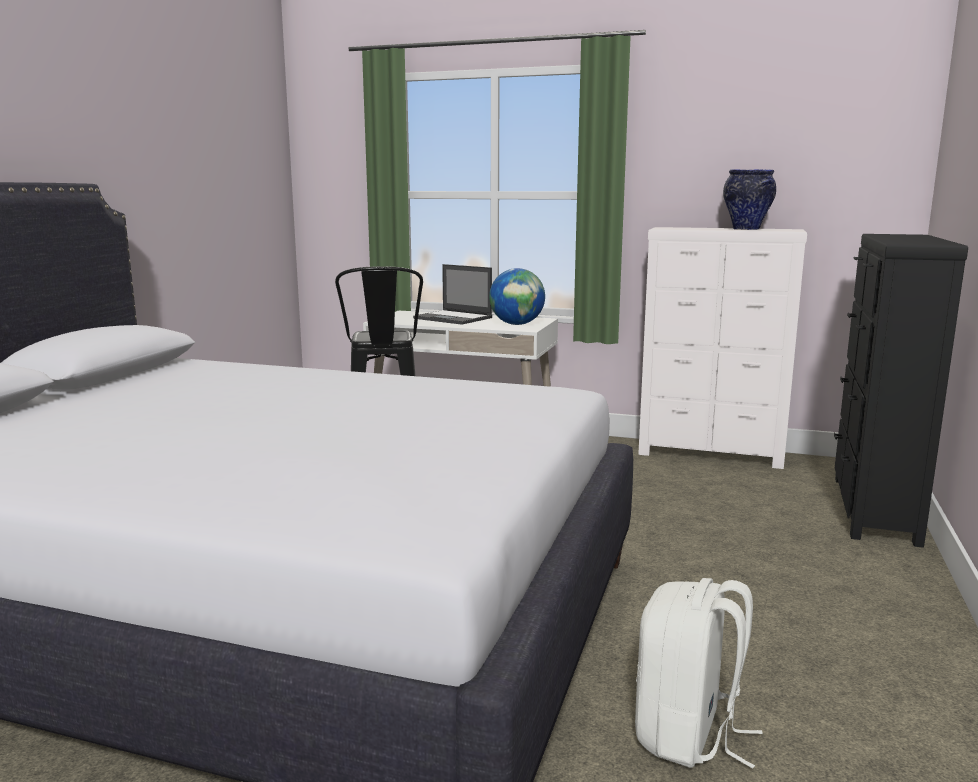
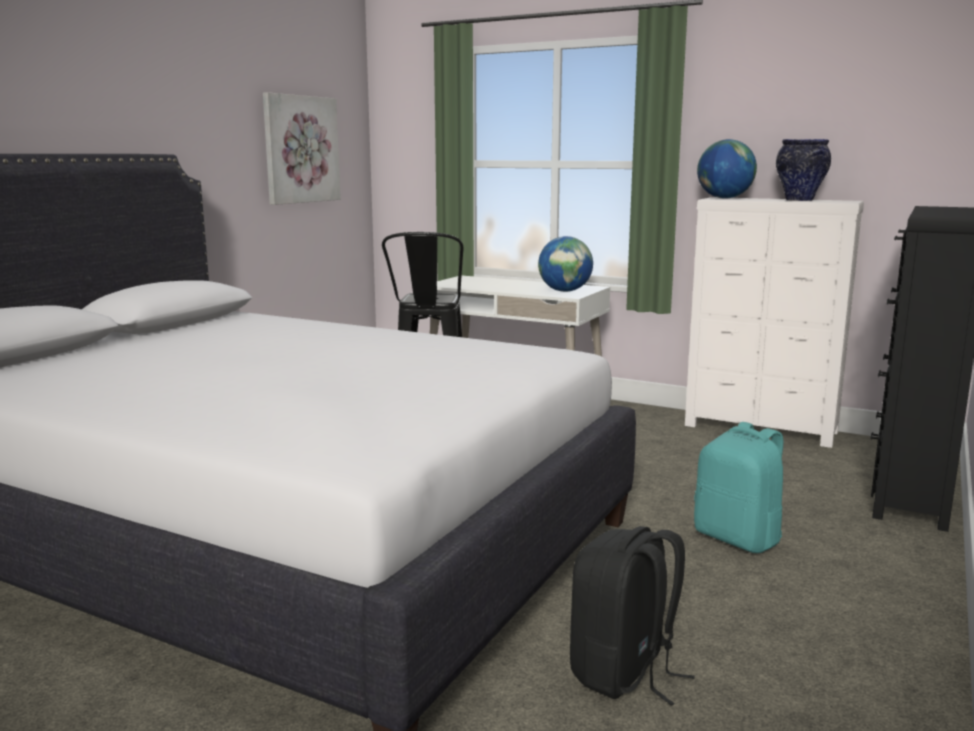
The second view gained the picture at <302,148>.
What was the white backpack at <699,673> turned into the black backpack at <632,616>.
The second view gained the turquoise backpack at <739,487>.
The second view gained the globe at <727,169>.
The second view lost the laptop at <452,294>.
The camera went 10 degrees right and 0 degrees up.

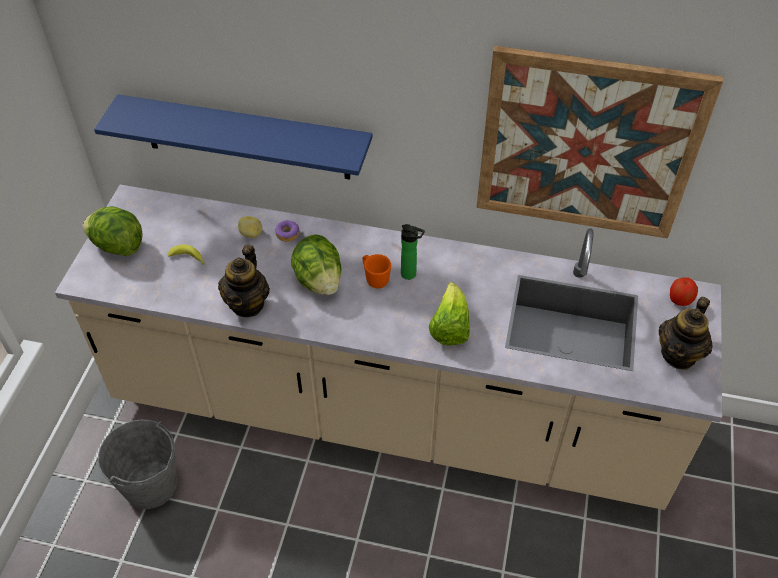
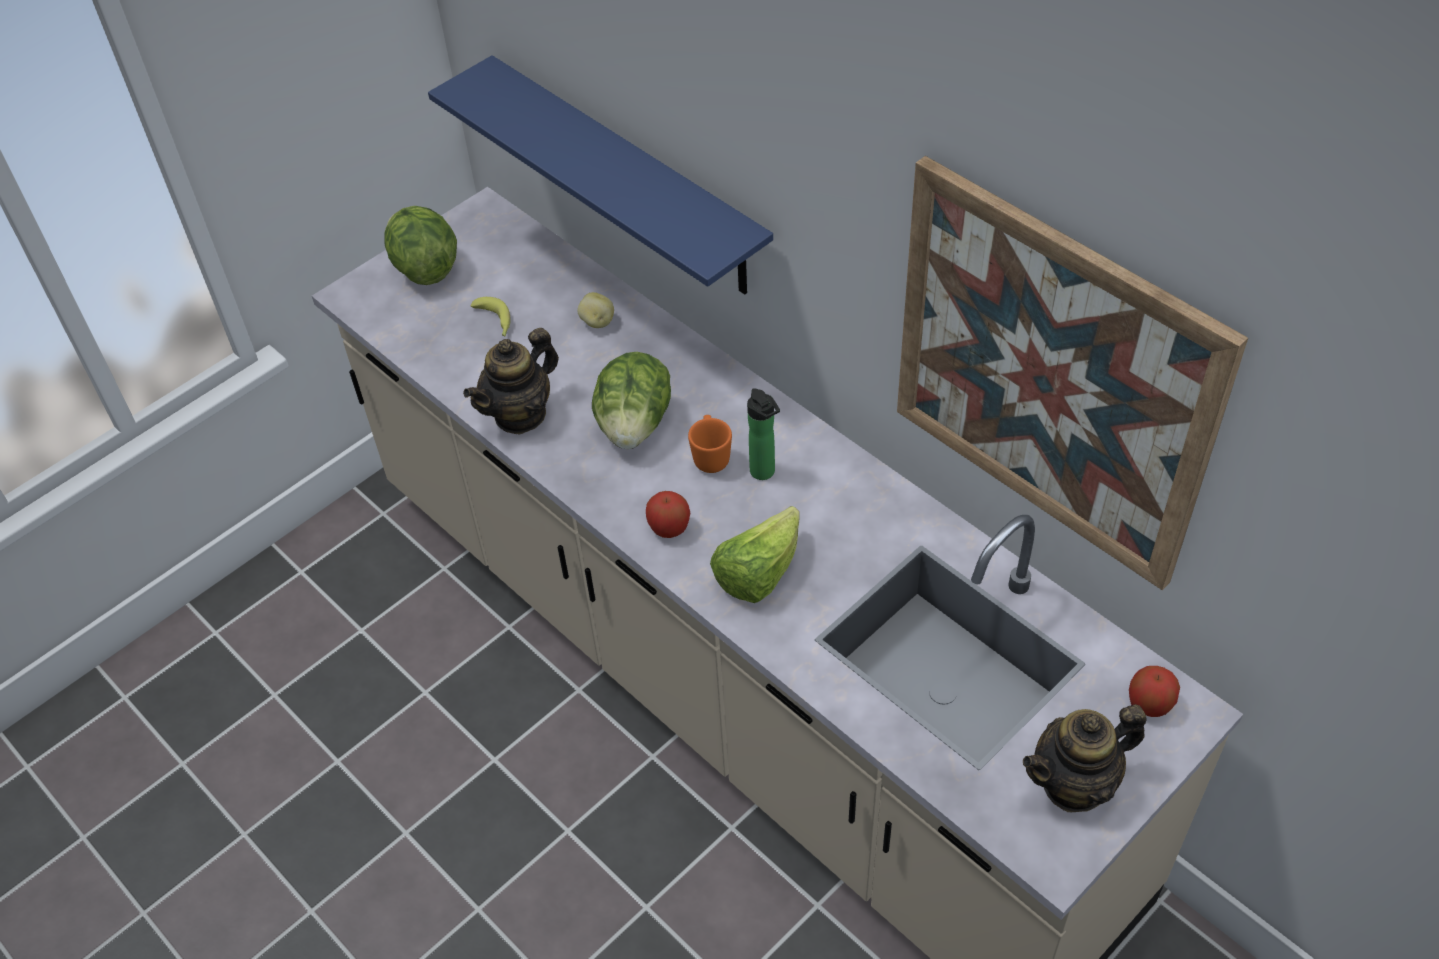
The second view gained the apple at <668,514>.
The second view lost the grey bucket at <137,464>.
The second view lost the donut at <287,231>.
The camera went 35 degrees right and 0 degrees up.

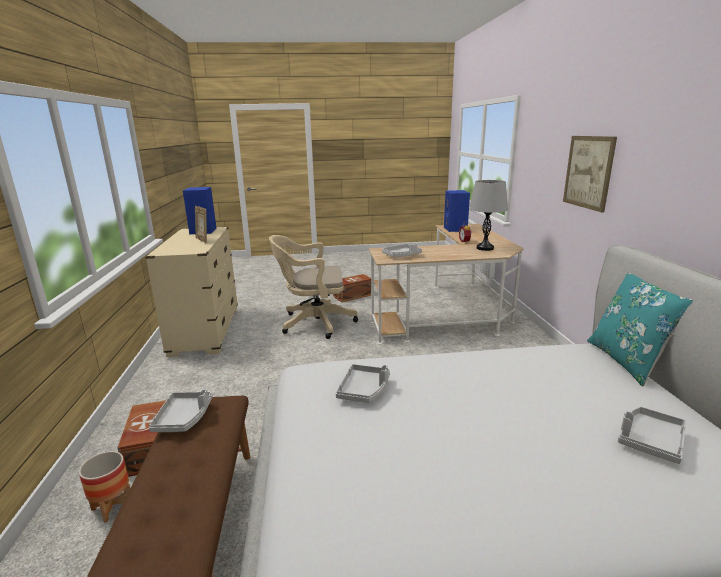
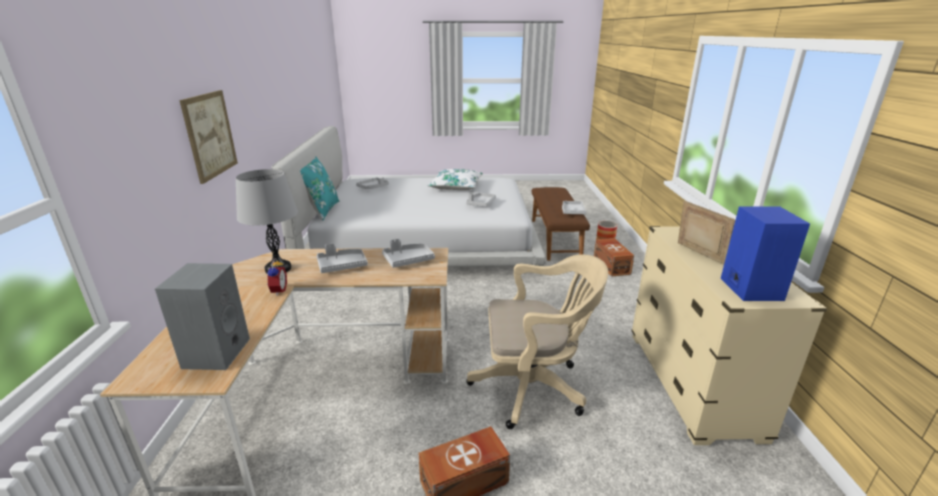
What was the blue speaker at <457,211> turned into the grey speaker at <202,316>.
The second view gained the grey tray at <342,258>.
The second view gained the white pillow at <455,179>.
The camera went 175 degrees left and 5 degrees up.

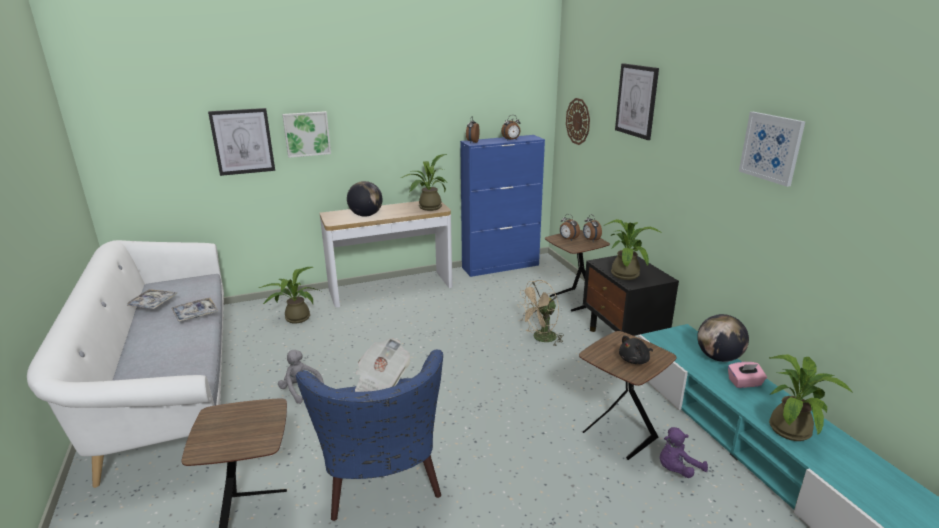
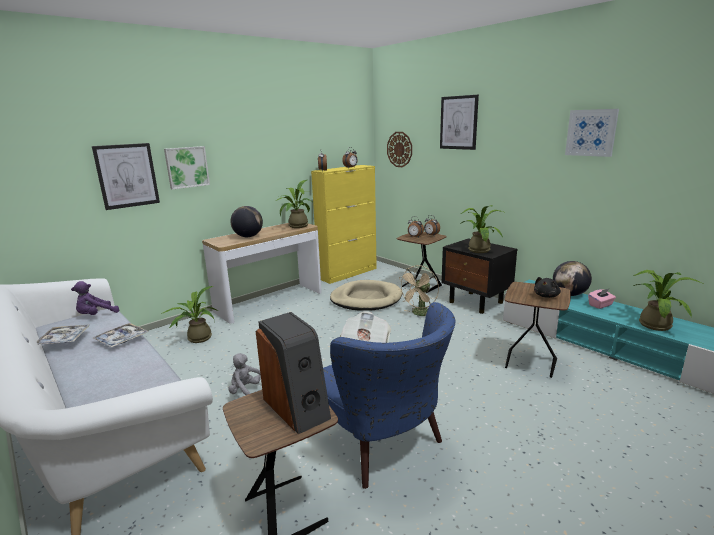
The purple plush toy ended up elsewhere, having gone from <684,452> to <95,298>.
The second view gained the speaker at <293,373>.
What was the blue cabinet at <502,206> turned into the yellow cabinet at <344,224>.
The second view gained the beige dog bed at <366,295>.
The camera went 20 degrees left and 5 degrees down.

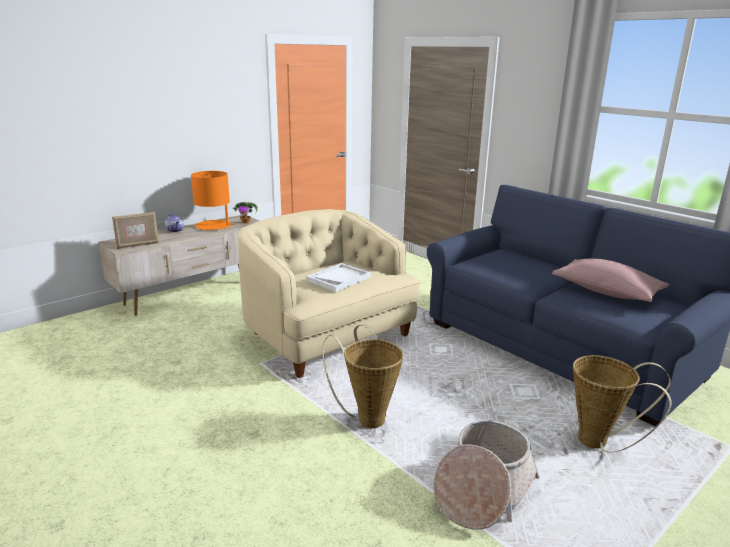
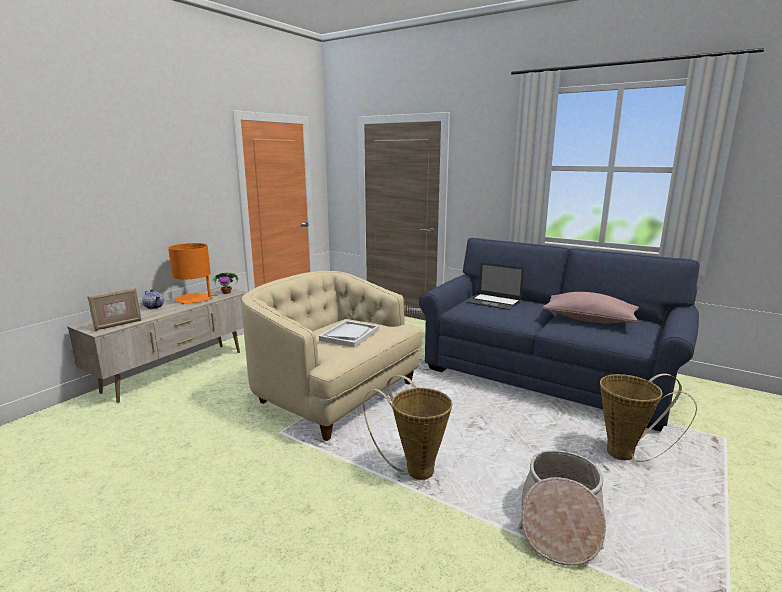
The second view gained the laptop at <495,286>.
The camera went 15 degrees left and 5 degrees down.

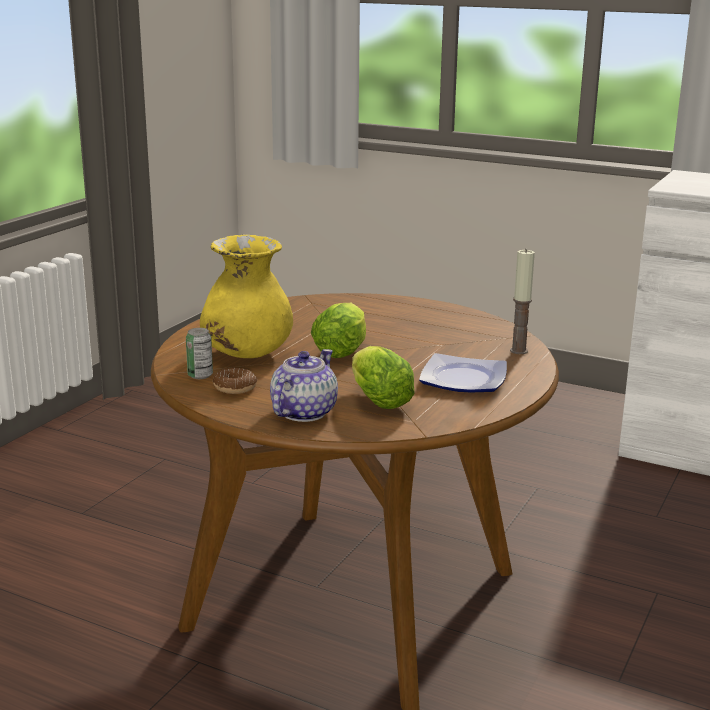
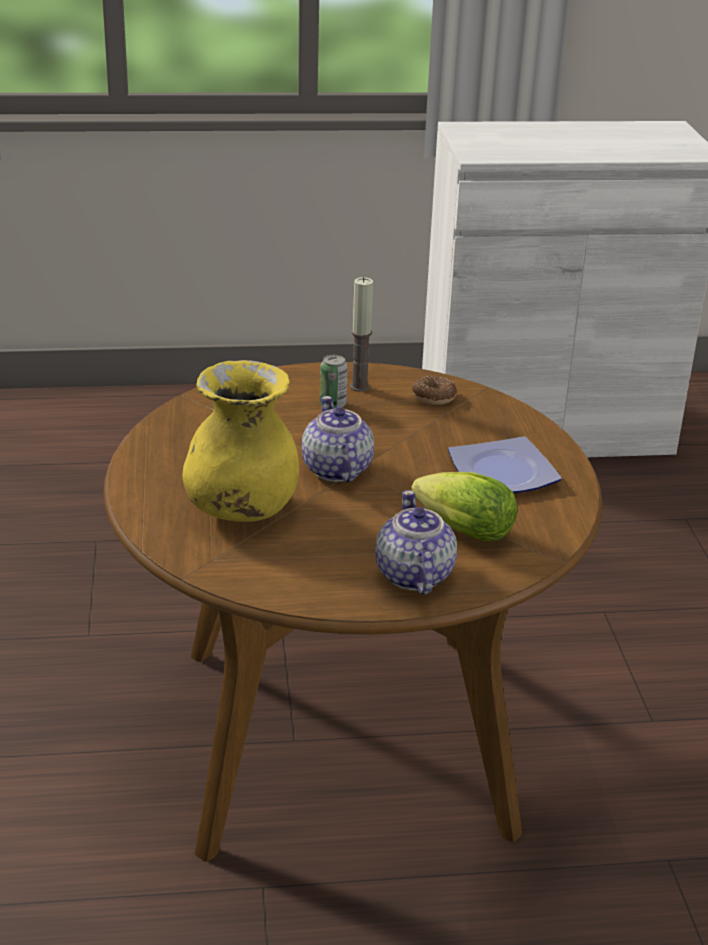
Where the lettuce stood at <338,330>, the teapot came to stand at <338,439>.
The can ended up elsewhere, having gone from <199,353> to <334,381>.
The candle ended up elsewhere, having gone from <522,301> to <361,334>.
The donut ended up elsewhere, having gone from <235,381> to <434,390>.
The camera went 35 degrees left and 10 degrees up.

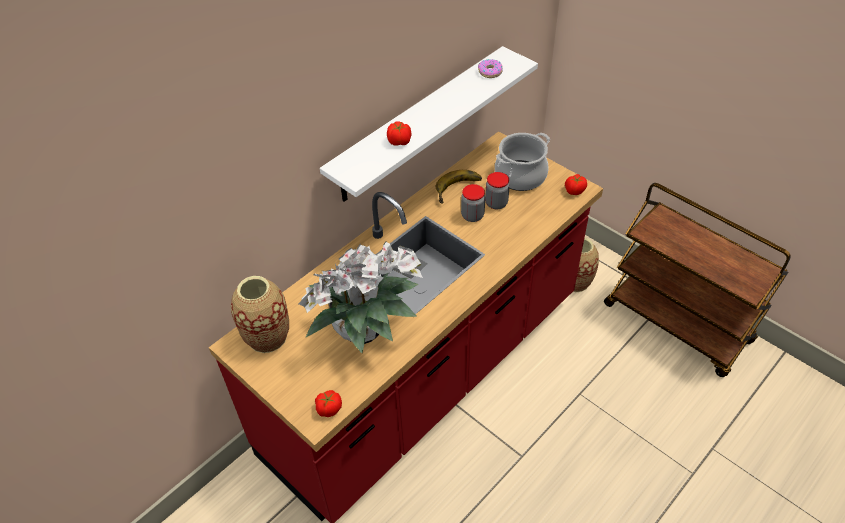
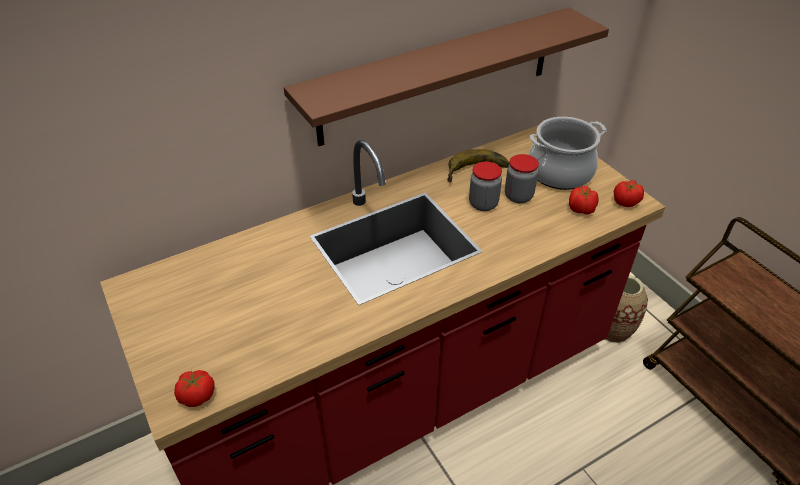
What was the white shelf at <429,124> turned into the brown shelf at <446,76>.
The tomato ended up elsewhere, having gone from <399,133> to <584,200>.
The second view lost the vase at <260,314>.
The second view lost the potted plant at <363,296>.
The second view lost the donut at <490,68>.
The camera went 15 degrees right and 5 degrees down.

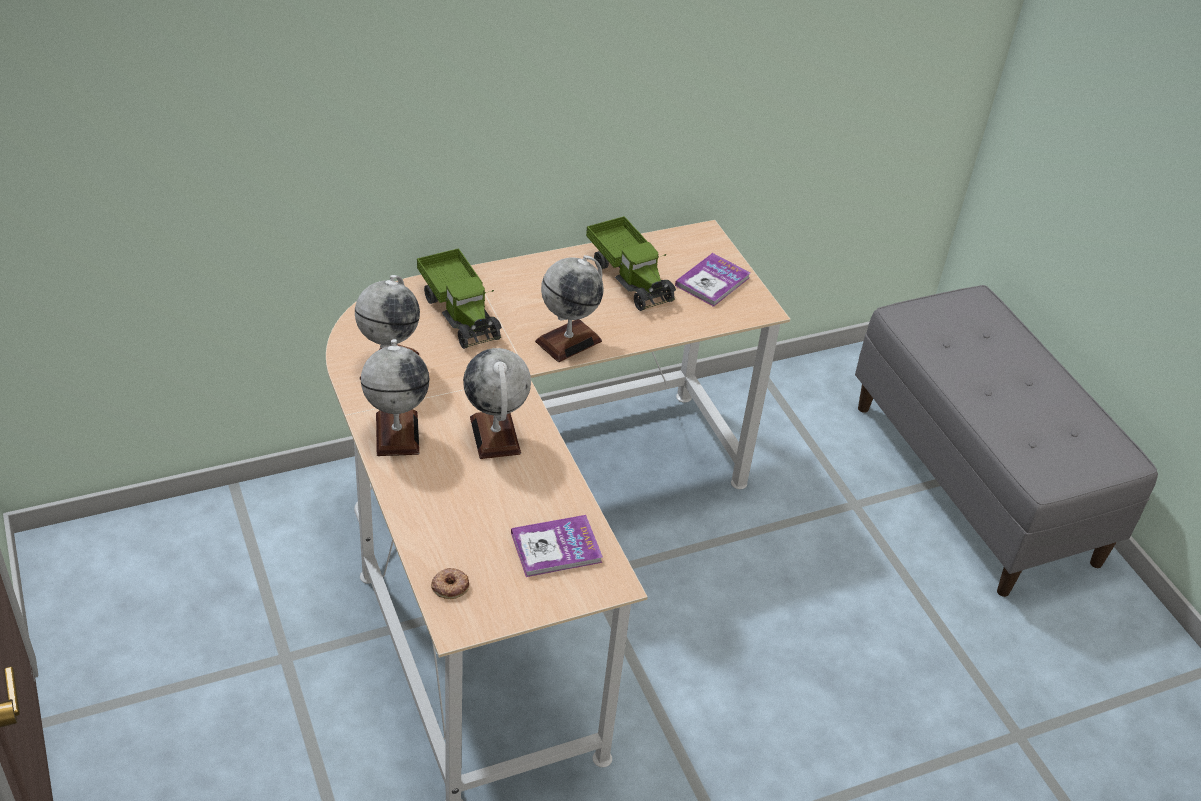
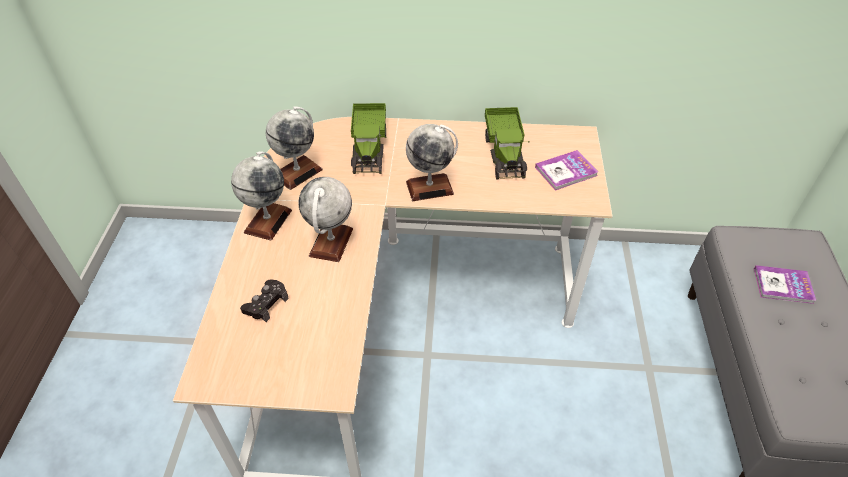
The second view gained the black game controller at <264,300>.
The book ended up elsewhere, having gone from <557,546> to <785,284>.
The second view lost the donut at <450,583>.
The camera went 30 degrees right and 5 degrees up.

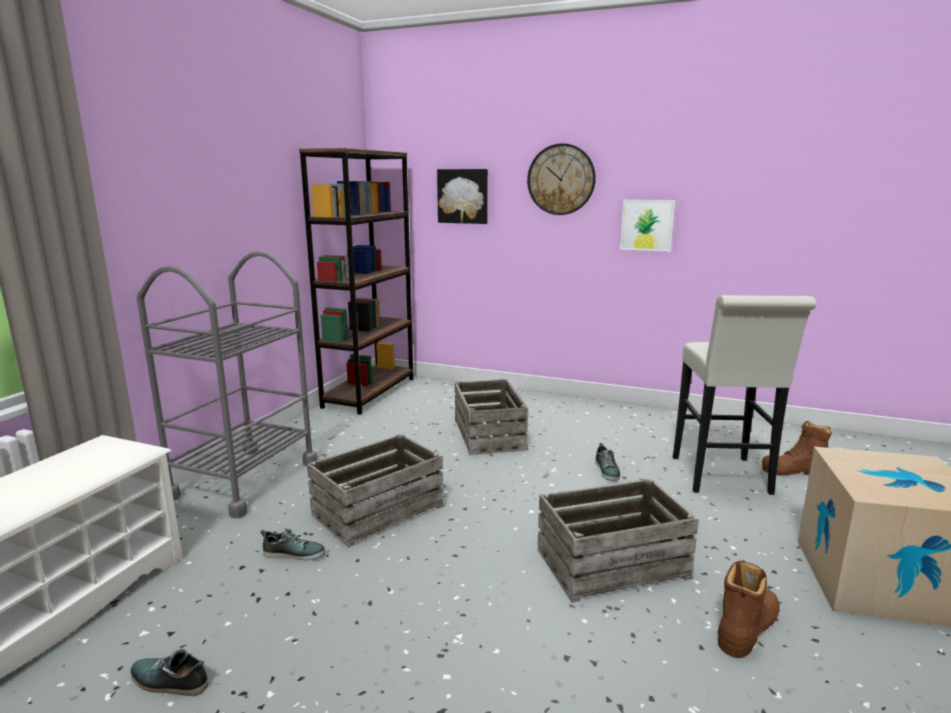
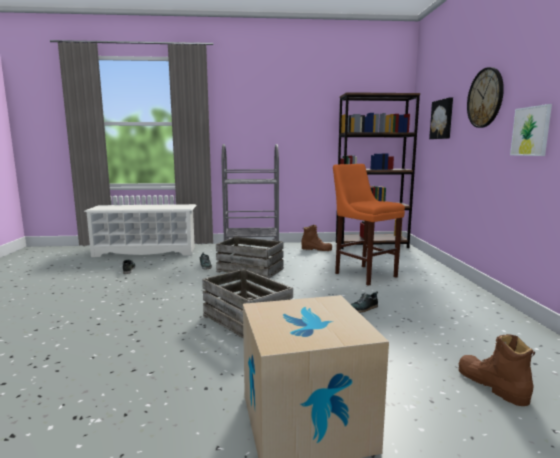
The brown boot ended up elsewhere, having gone from <748,609> to <316,238>.
Where the crate stood at <491,417>, the orange stool came to stand at <369,225>.
The second view lost the white stool at <744,395>.
The camera went 65 degrees right and 5 degrees down.

